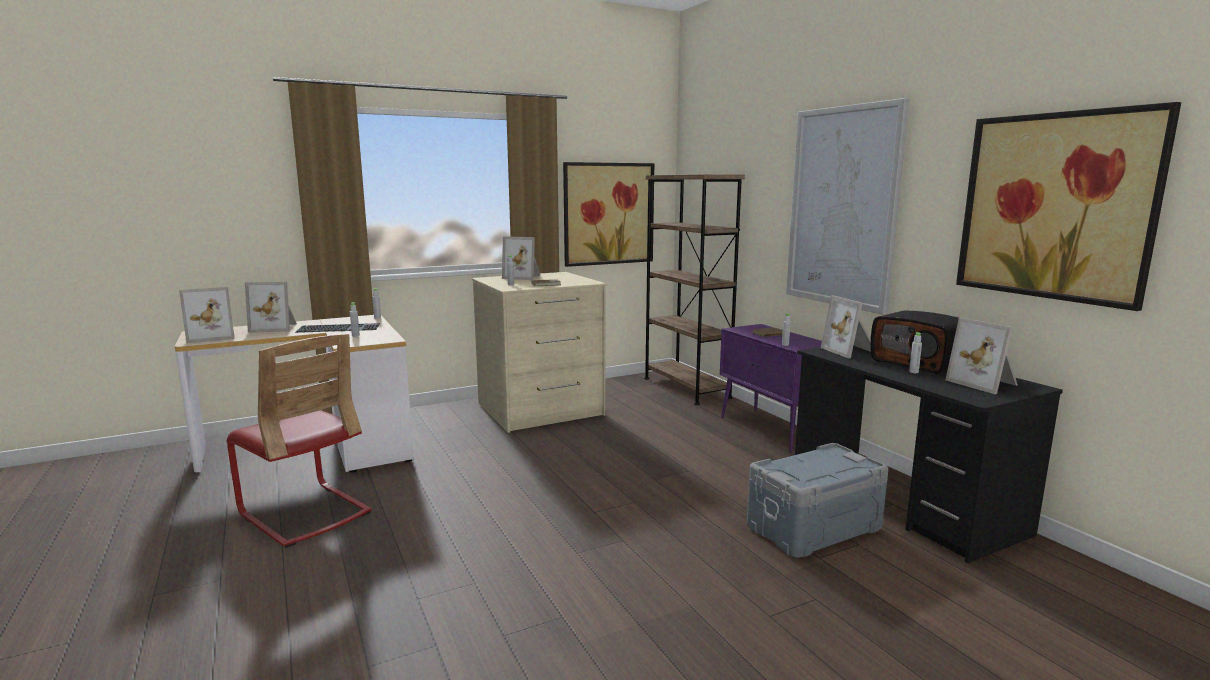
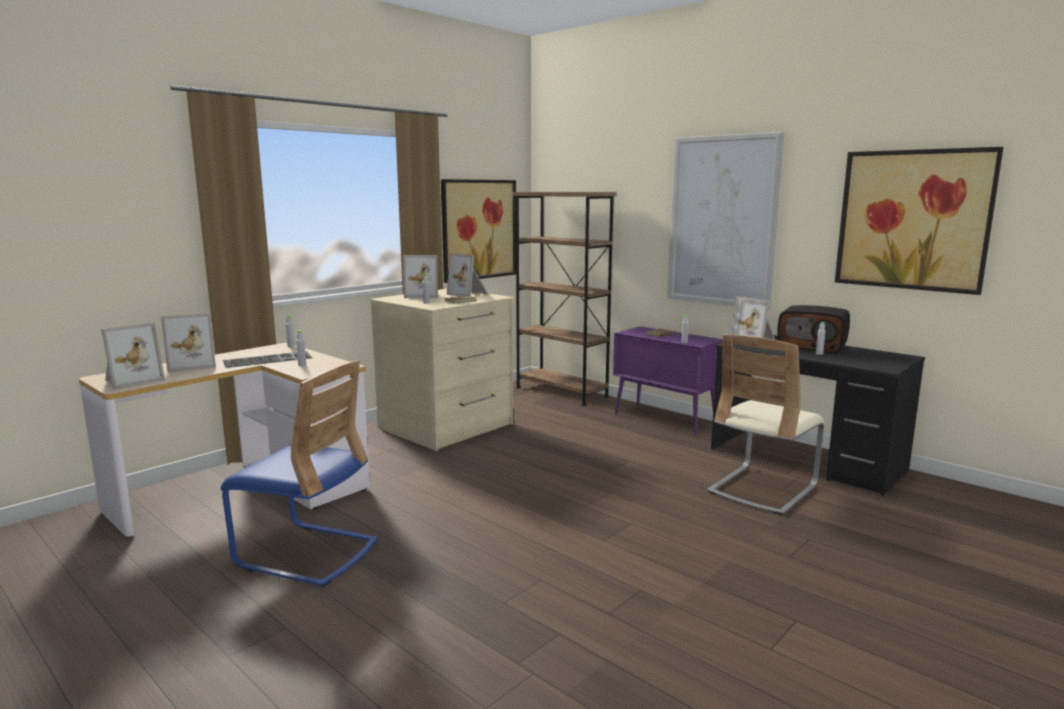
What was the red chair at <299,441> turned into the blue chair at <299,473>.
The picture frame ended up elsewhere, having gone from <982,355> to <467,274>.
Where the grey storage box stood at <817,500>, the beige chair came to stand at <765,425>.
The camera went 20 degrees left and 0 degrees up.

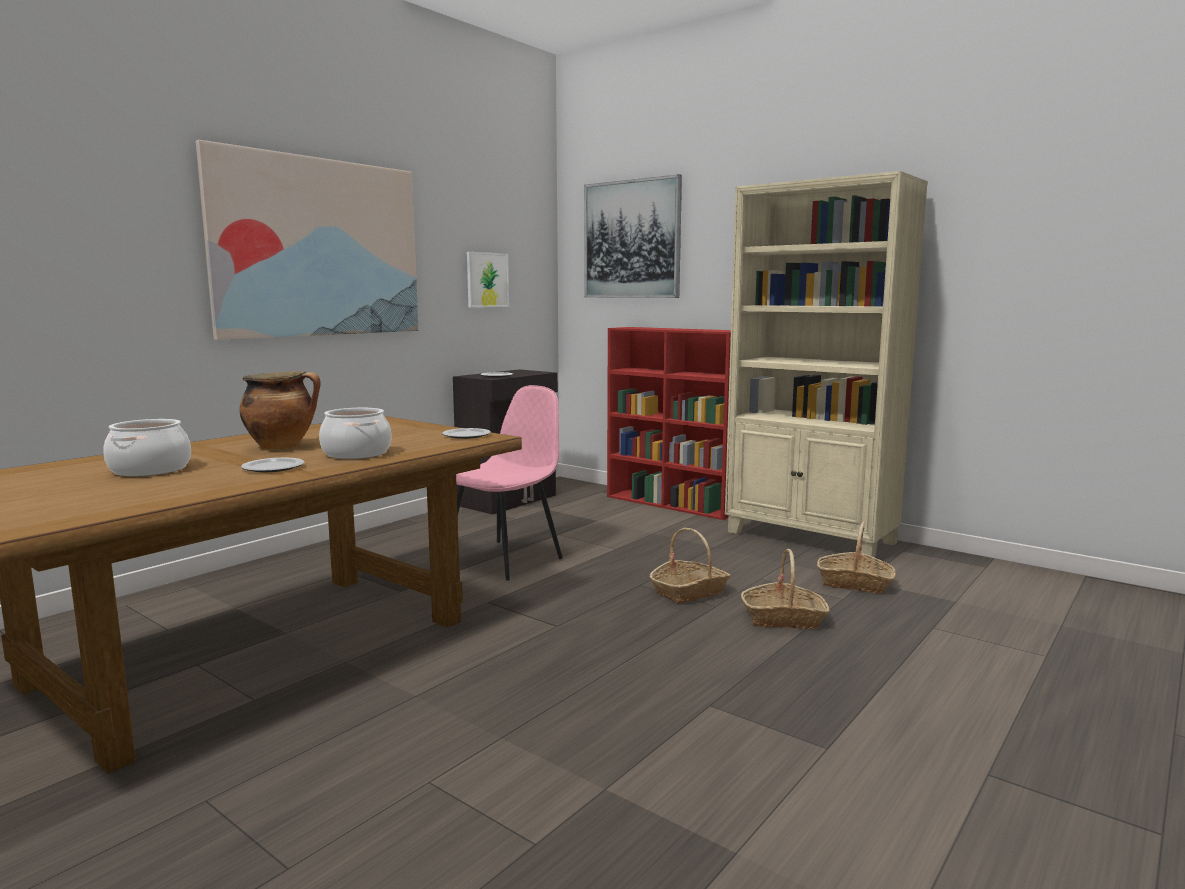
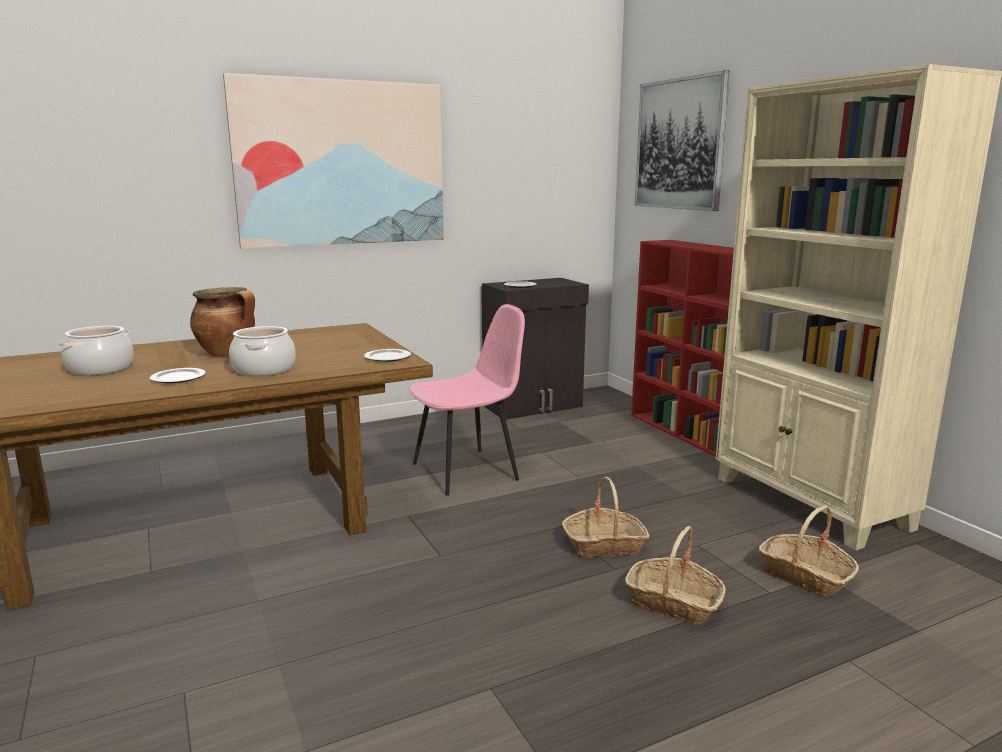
The second view lost the picture at <488,280>.
The camera went 25 degrees right and 5 degrees up.

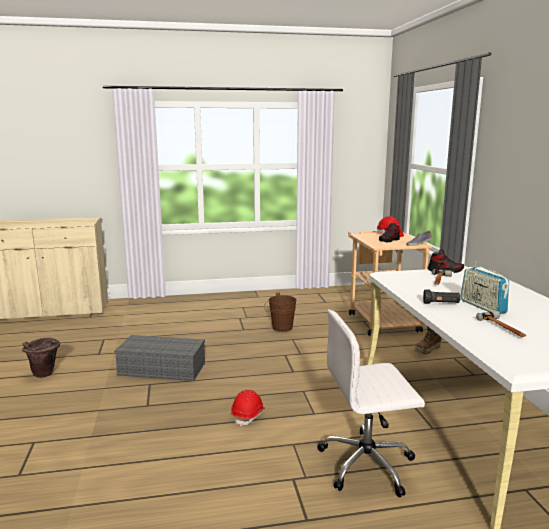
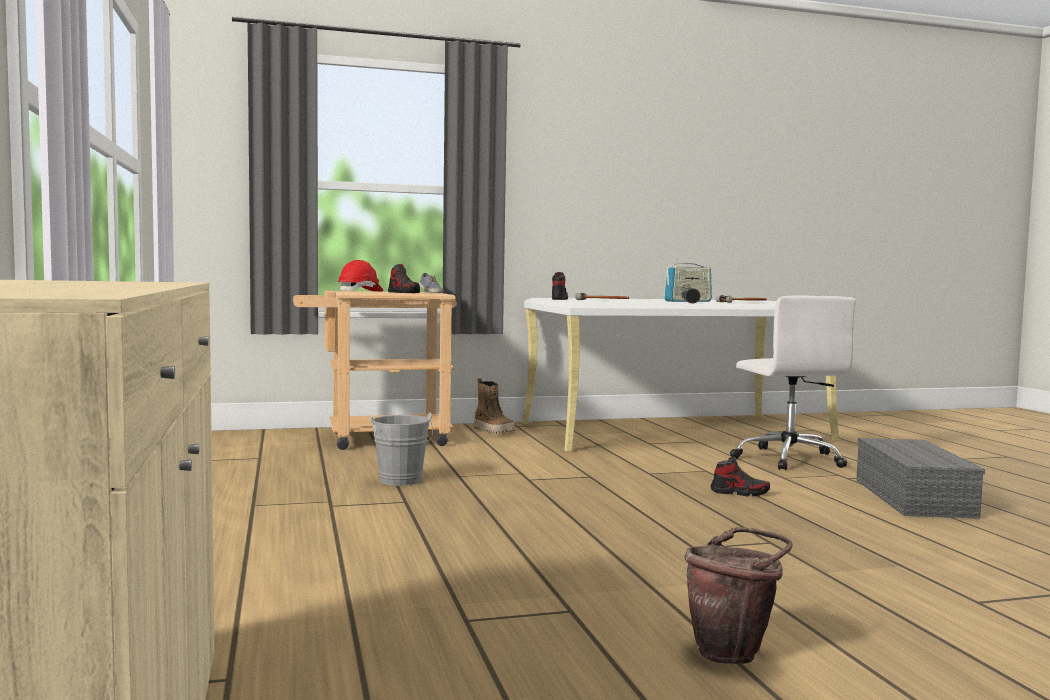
What was the brown bucket at <280,312> turned into the grey bucket at <401,449>.
Where the red hard hat stood at <248,408>, the shoe came to stand at <740,477>.
The grey storage box ended up elsewhere, having gone from <159,358> to <920,478>.
The camera went 95 degrees left and 10 degrees down.

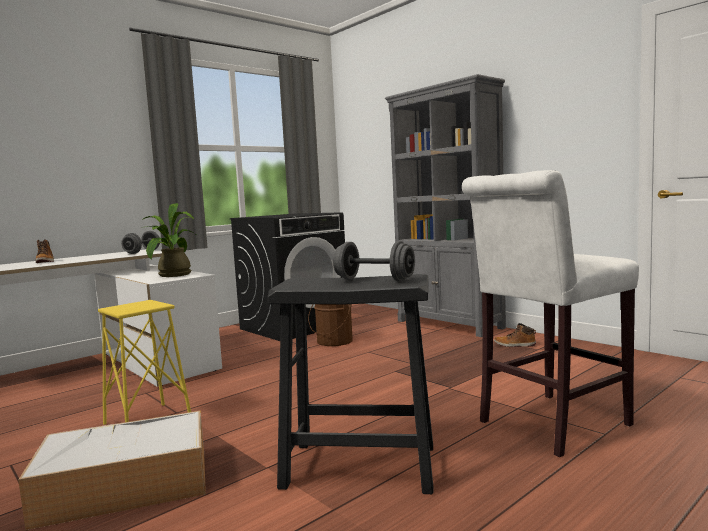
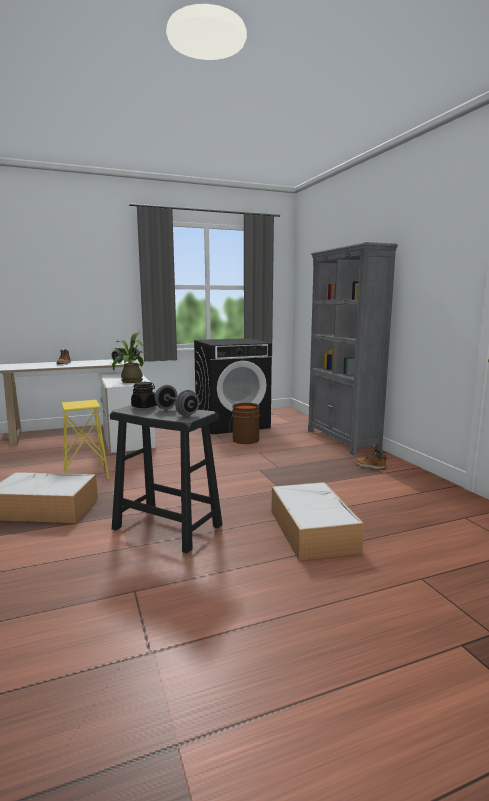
The second view gained the black jar at <144,395>.
Where the white stool stood at <550,313>, the storage box came to stand at <317,521>.
The camera went 20 degrees right and 5 degrees up.

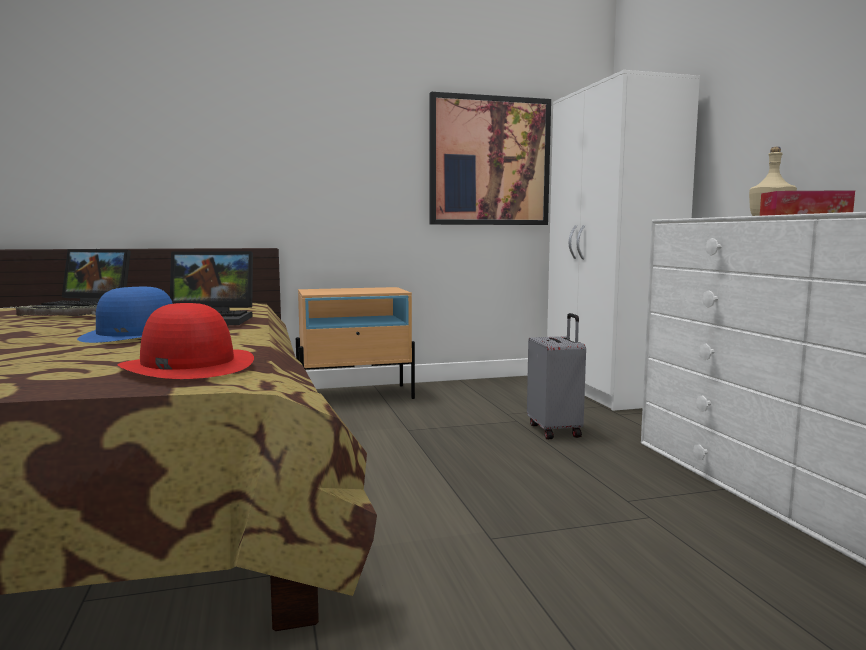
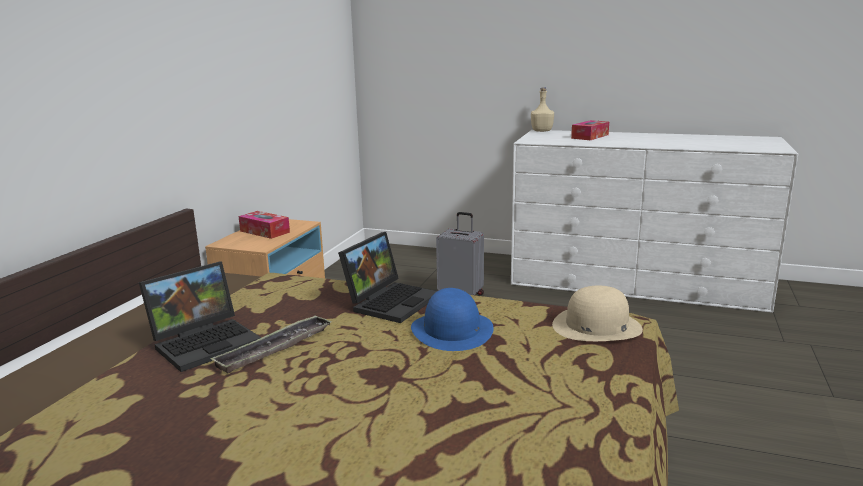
The second view gained the tissue box at <264,225>.
What was the red hat at <186,341> turned into the beige hat at <597,313>.
The second view lost the picture at <490,158>.
The second view lost the white wardrobe at <623,240>.
The camera went 55 degrees left and 10 degrees up.

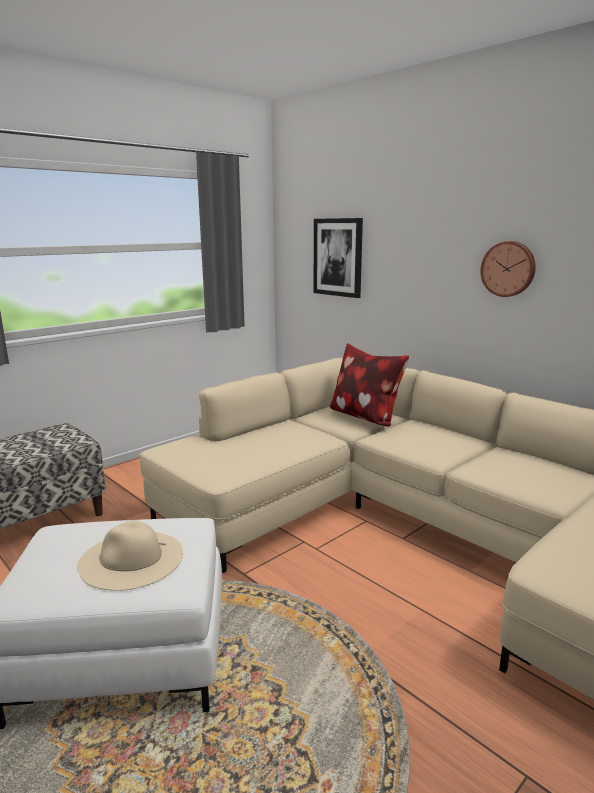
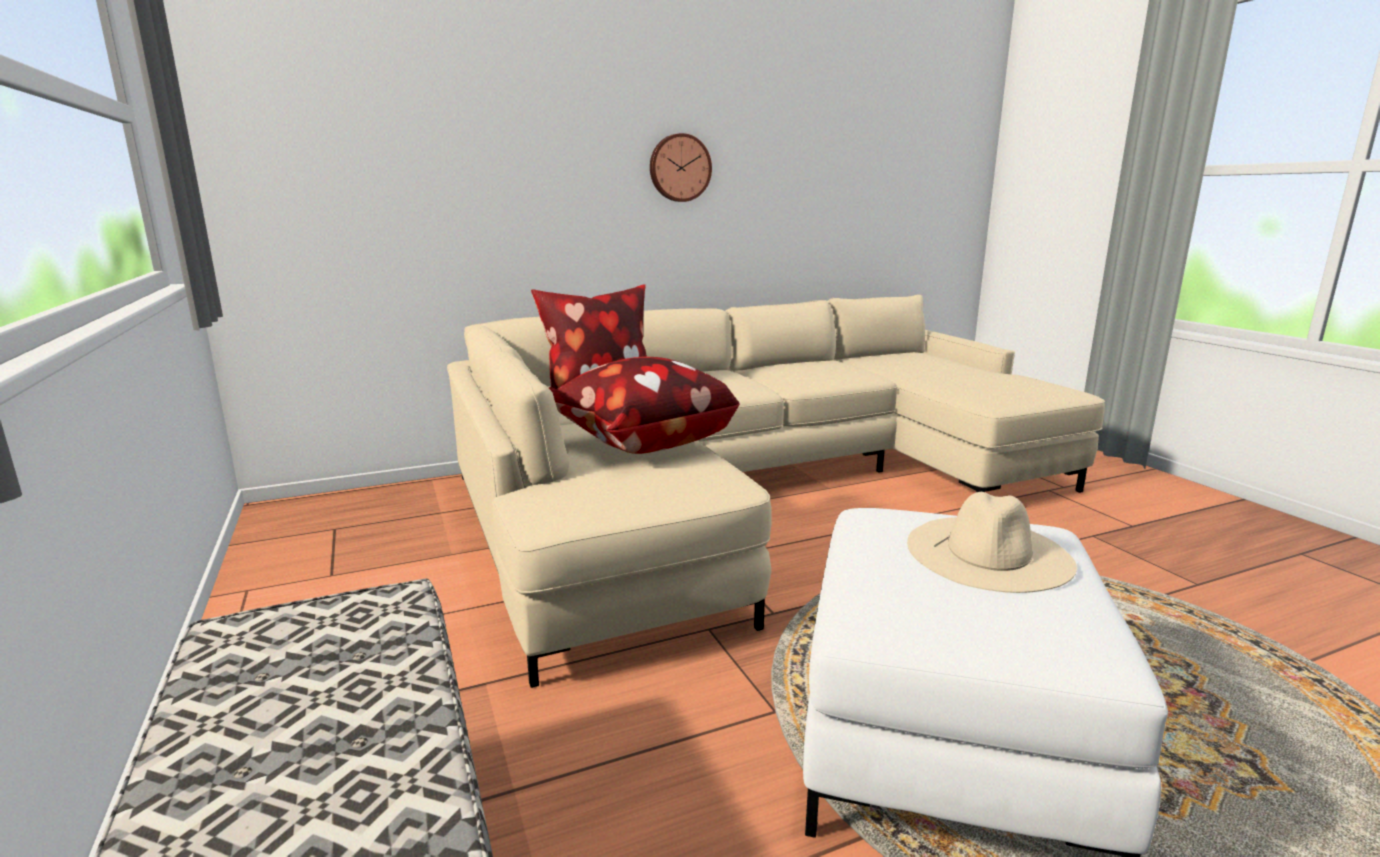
The second view gained the pillow at <646,405>.
The second view lost the picture at <338,258>.
The camera went 70 degrees left and 0 degrees up.

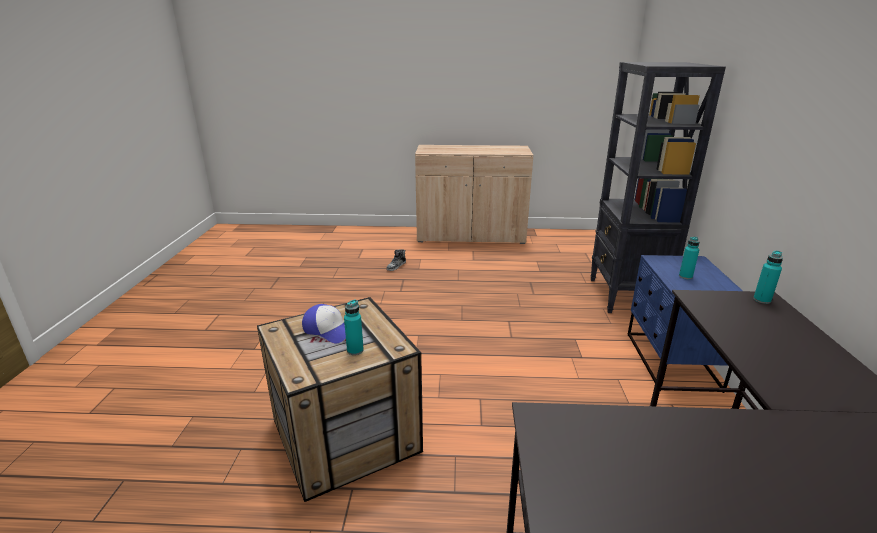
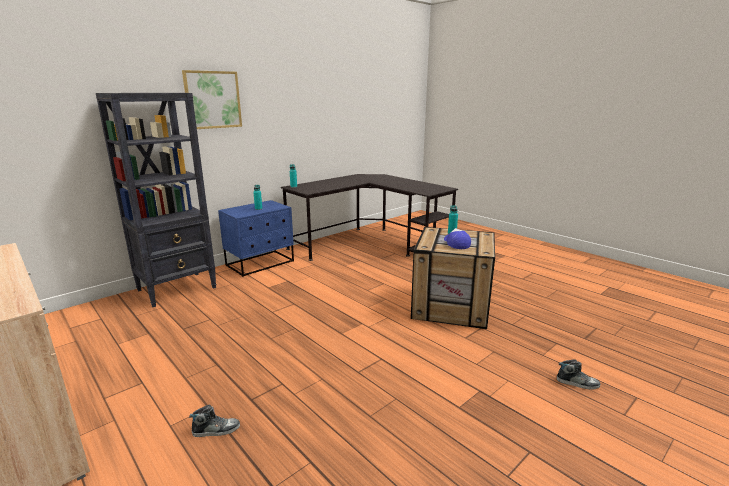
The second view gained the picture at <212,99>.
The second view gained the shoe at <578,375>.
The camera went 135 degrees left and 5 degrees down.

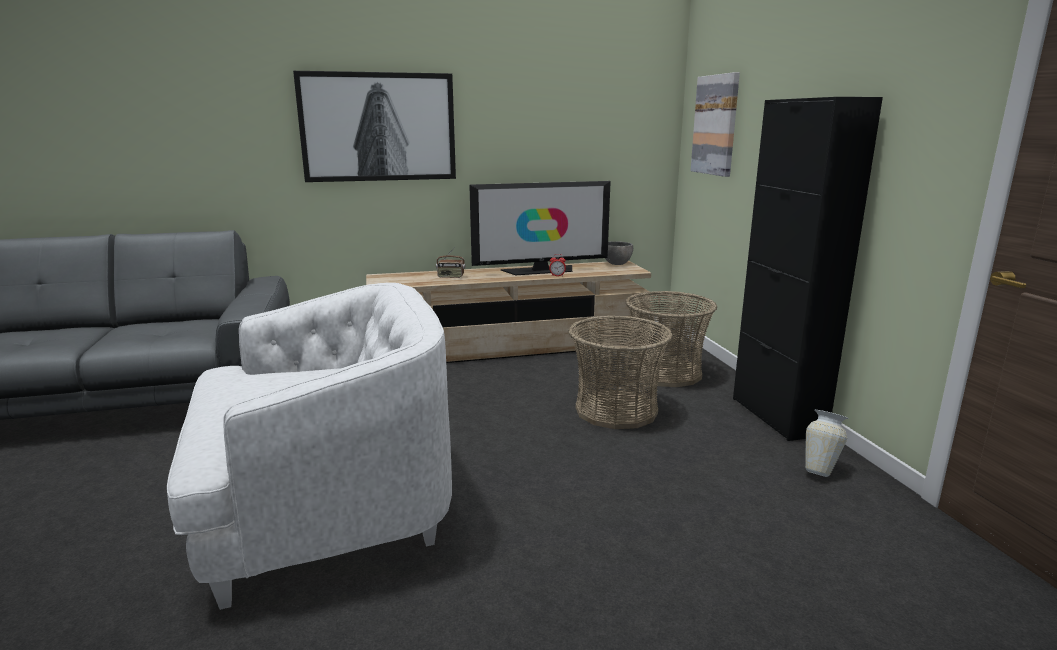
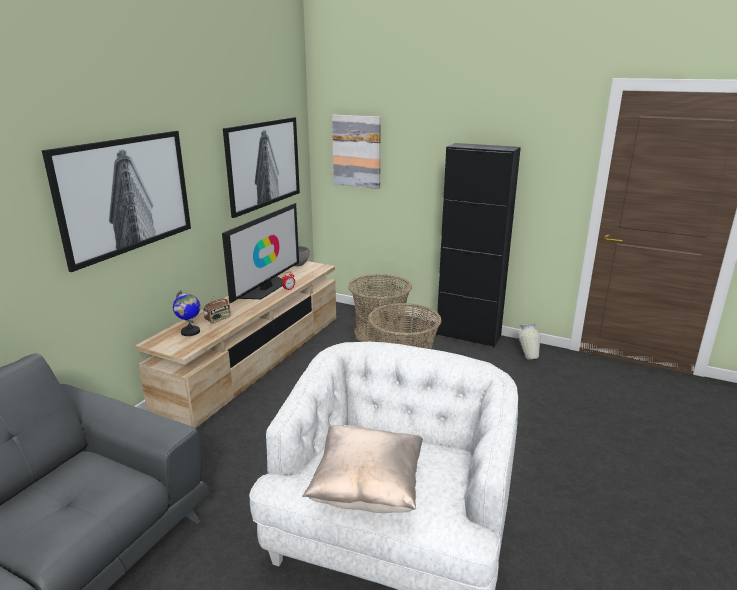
The second view gained the globe at <186,313>.
The second view gained the picture at <261,167>.
The second view gained the beige pillow at <362,469>.
The camera went 50 degrees left and 5 degrees up.

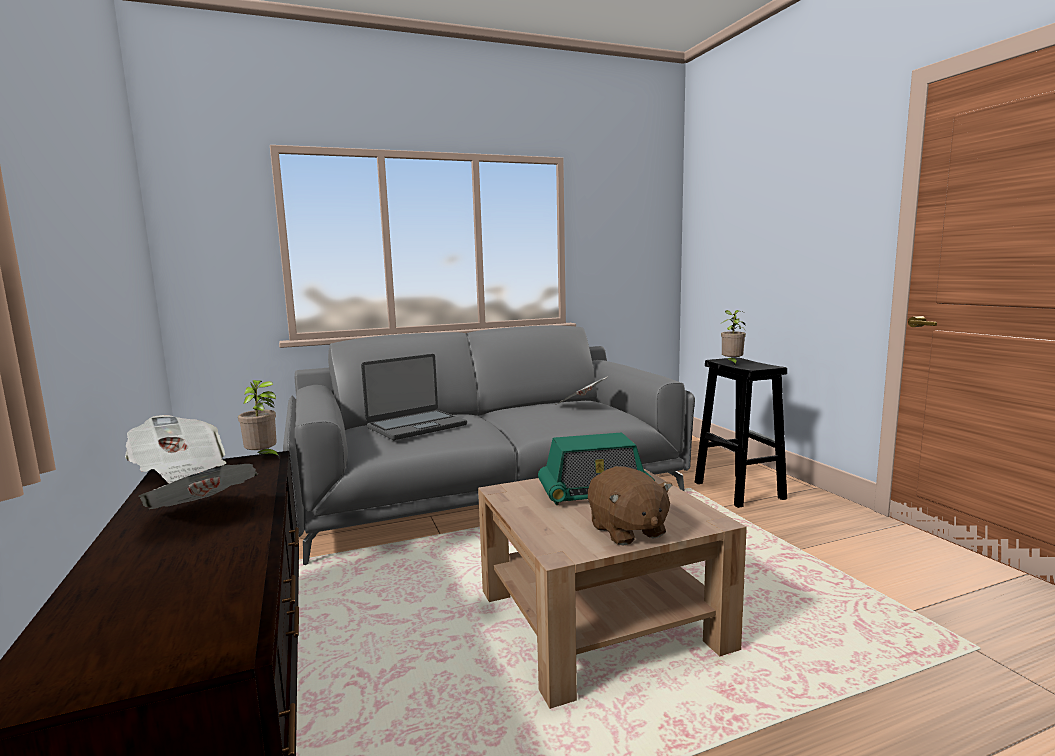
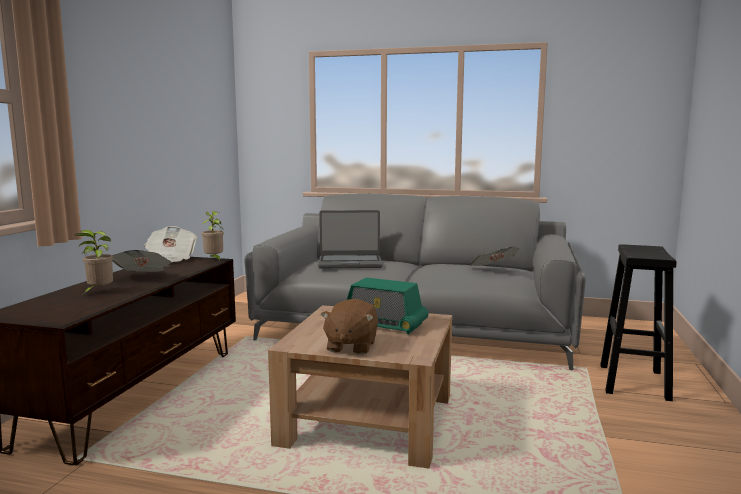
The potted plant ended up elsewhere, having gone from <733,338> to <94,262>.
The camera went 35 degrees right and 0 degrees up.

